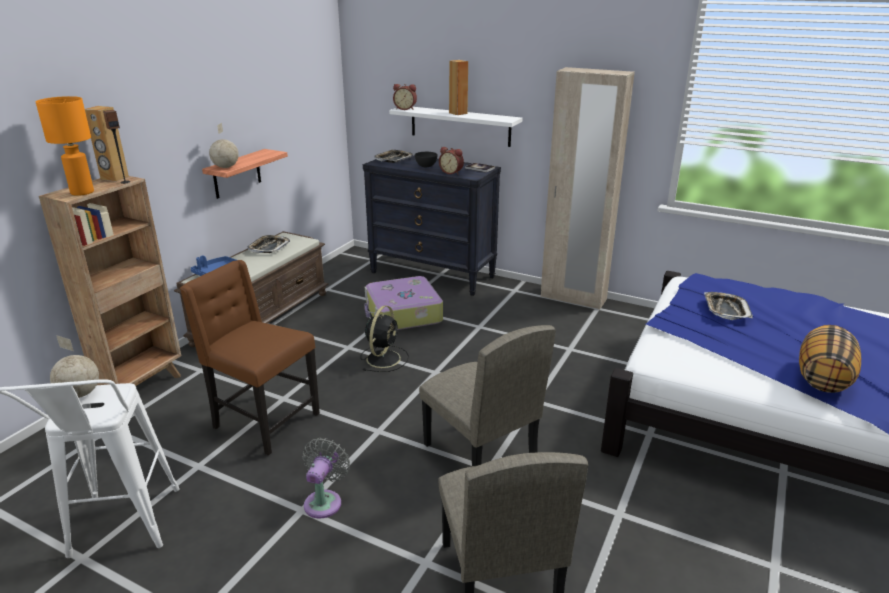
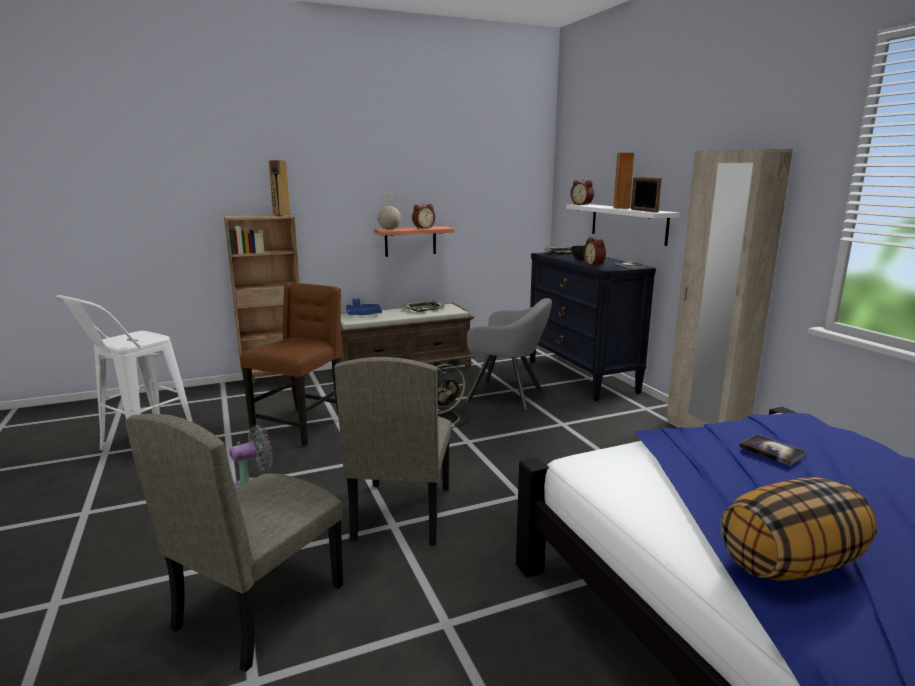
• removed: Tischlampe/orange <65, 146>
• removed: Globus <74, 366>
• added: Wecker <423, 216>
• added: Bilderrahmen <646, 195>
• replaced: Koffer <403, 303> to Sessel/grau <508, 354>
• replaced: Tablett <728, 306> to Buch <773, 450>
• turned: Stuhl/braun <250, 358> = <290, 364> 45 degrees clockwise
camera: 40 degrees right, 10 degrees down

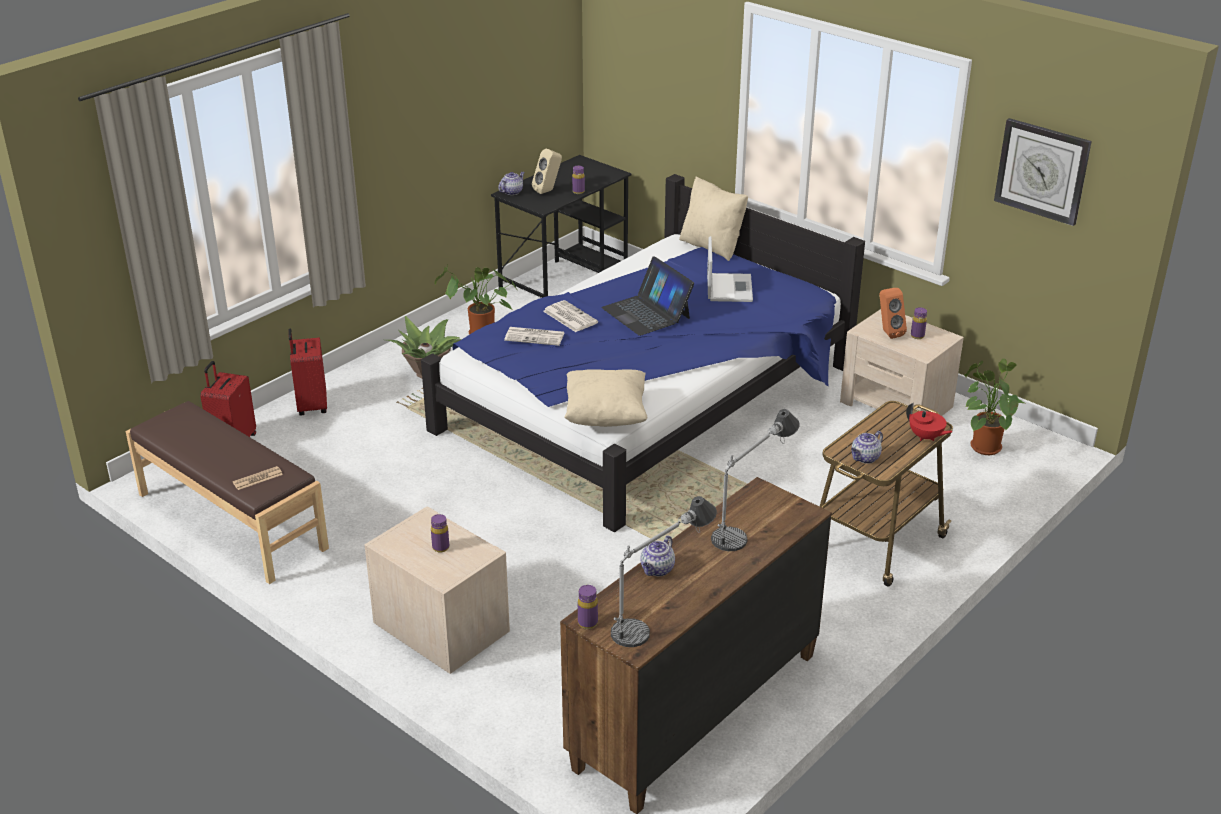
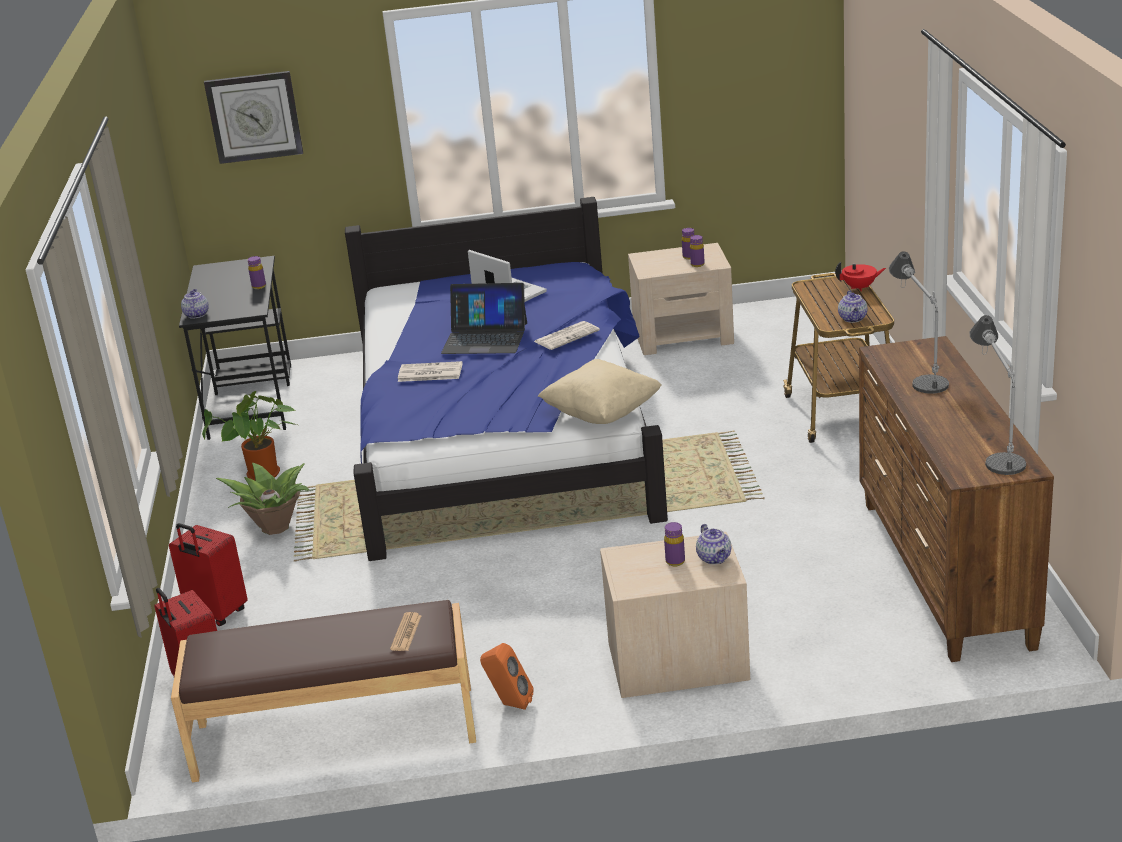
• removed: Lautsprecher/beige <547, 171>
• removed: Kissen/beige <713, 218>
• removed: Topfpflanze <995, 407>
• moved: Zeitung <534, 336> to <567, 335>
• moved: Flasche/lila <588, 607> to <697, 251>
• moved: Teekanne <657, 555> to <714, 544>
• moved: Lautsprecher/orange <893, 313> to <507, 676>
• moved: Wanduhr <1043, 172> to <253, 117>
camera: 45 degrees left, 5 degrees down

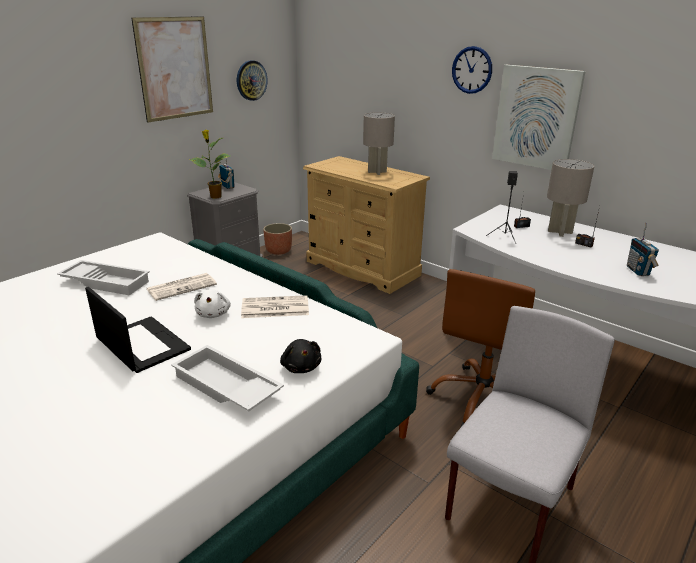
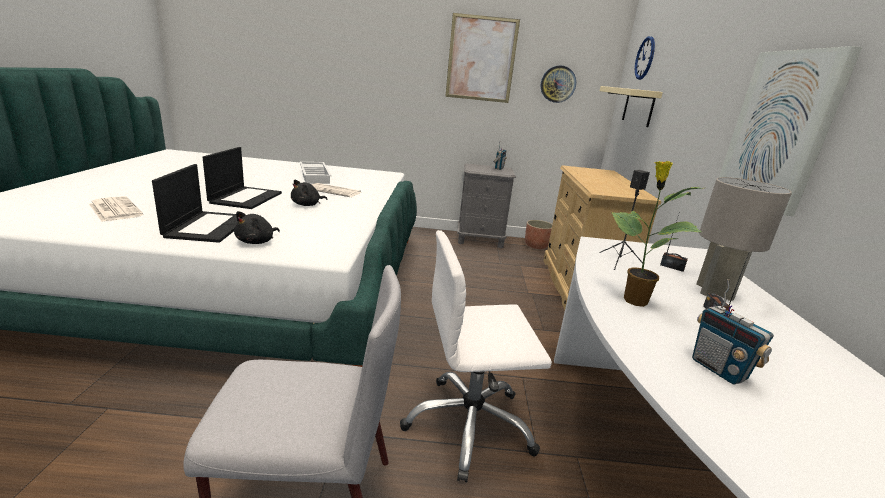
• removed: Tischlampe/grau <379, 143>
• added: Wandregal/beige <631, 106>
• moved: Topfpflanze <209, 164> to <657, 234>
• moved: Zeitung <275, 306> to <116, 209>
• moved: Wanduhr <472, 70> to <645, 58>
• replaced: Tablett/weiß <227, 378> to Laptop <195, 203>
• recoloured: Plüschtier/weiß <212, 303> to Plüschtier/schwarz <309, 193>
• recoloured: Bürostuhl/braun <480, 348> to Bürostuhl/weiß <476, 356>
• turned: Radio <643, 249> = <733, 332> 75 degrees counterclockwise
camera: 50 degrees right, 5 degrees down

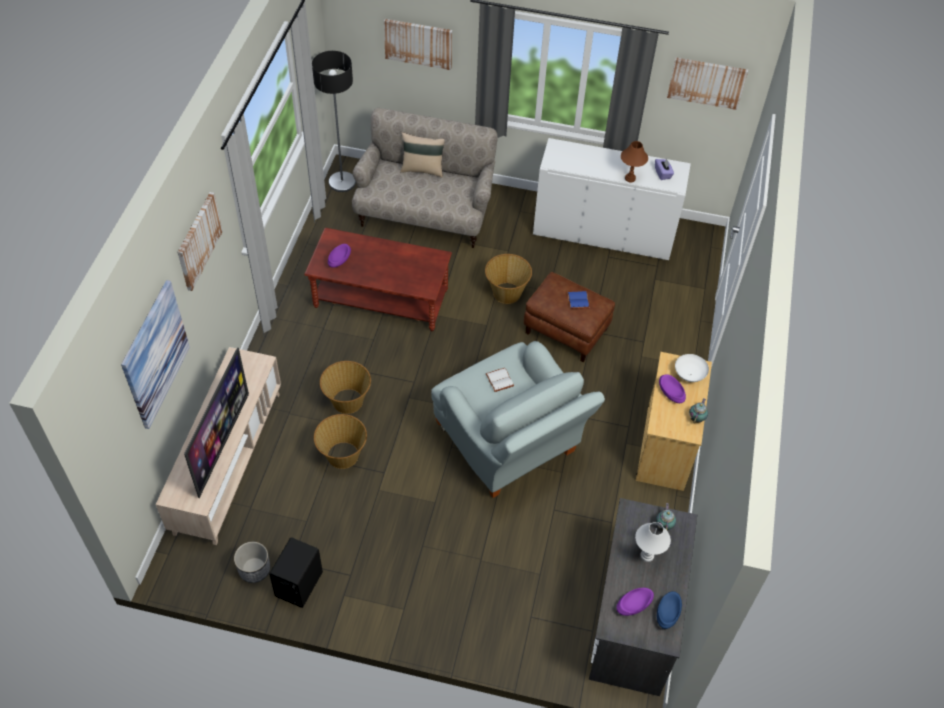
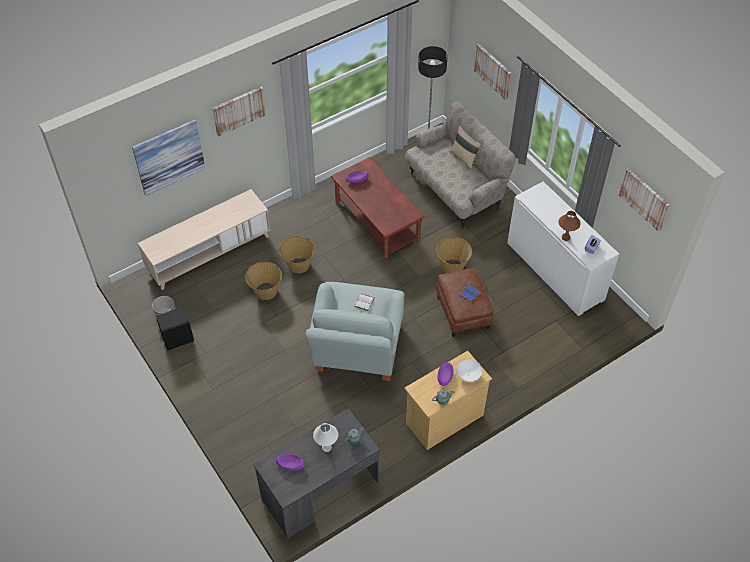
• removed: Fernseher <216, 423>
• removed: Schüssel/blau <669, 610>
camera: 45 degrees right, 0 degrees up

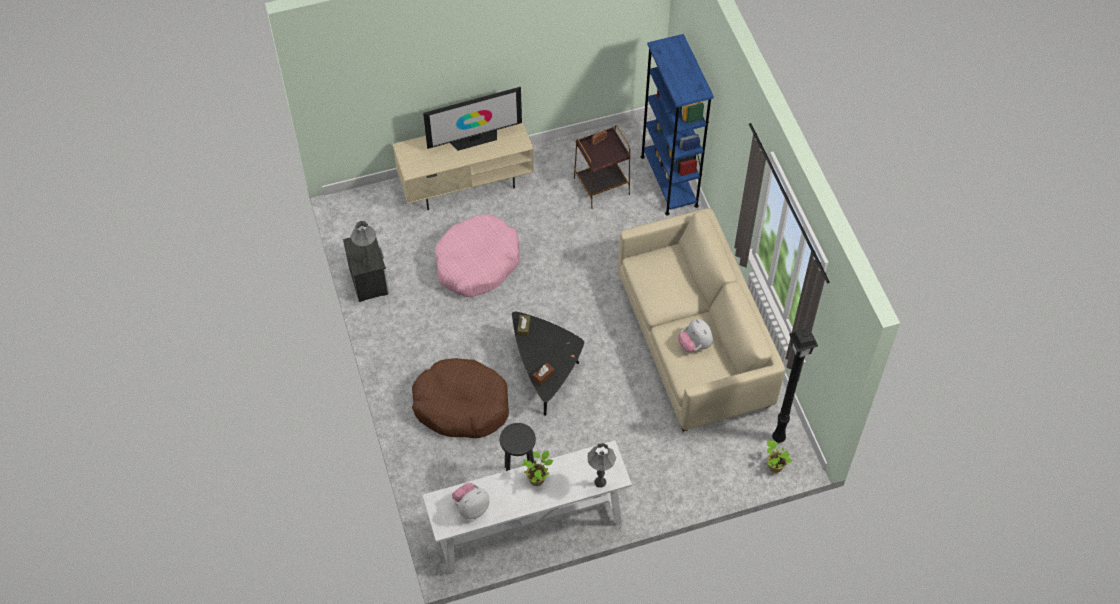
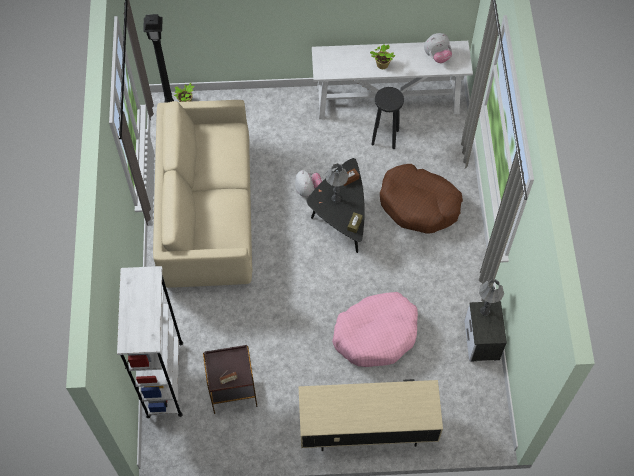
• removed: Fernseher <472, 119>
• moved: Tischlampe/grau <602, 465> to <337, 183>
• moved: Plüschtier <695, 335> to <308, 183>
• recoloured: Bücherregal/blau <677, 124> to Bücherregal/weiß <150, 342>
camera: 165 degrees left, 5 degrees up

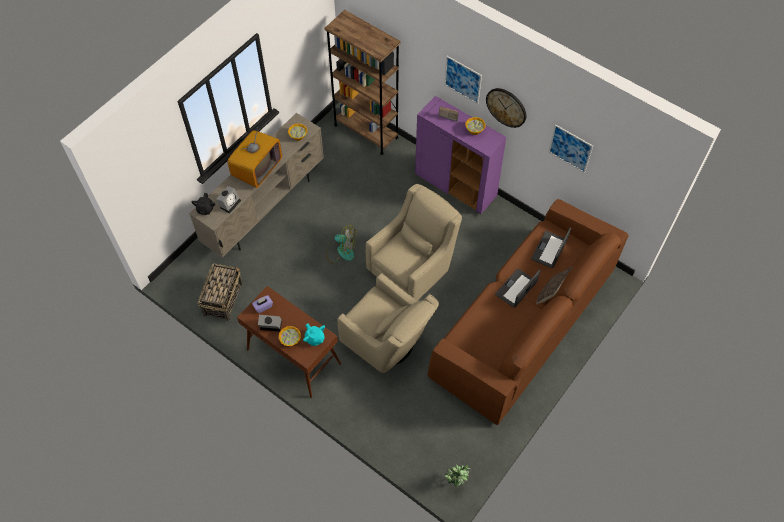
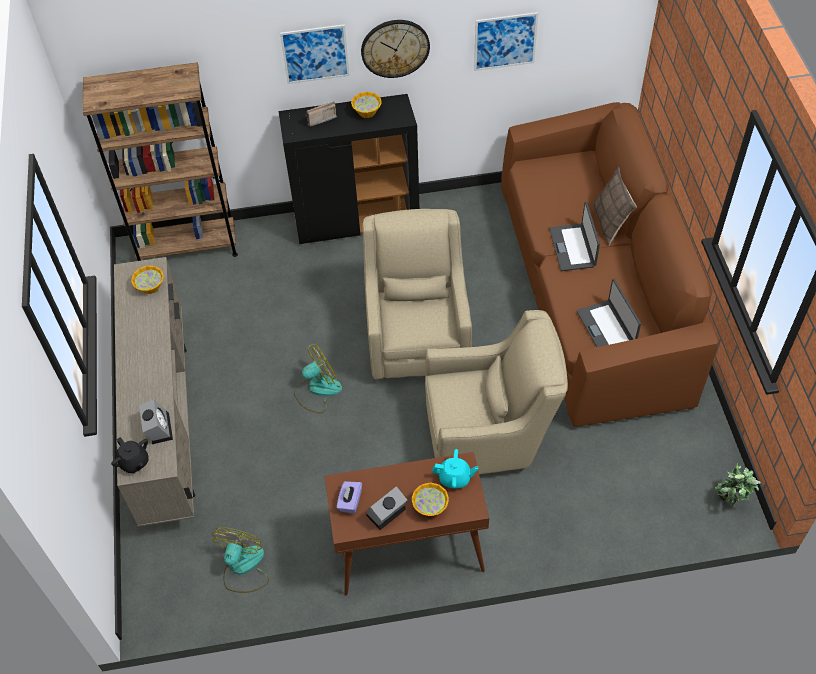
• removed: Fernseher <254, 157>
• moved: Laptop <551, 247> to <609, 313>
• replaced: Korb <220, 292> to Ventilator <240, 560>
• recoloured: Schrank/lila <460, 155> to Schrank/schwarz <349, 169>
camera: 45 degrees left, 5 degrees down

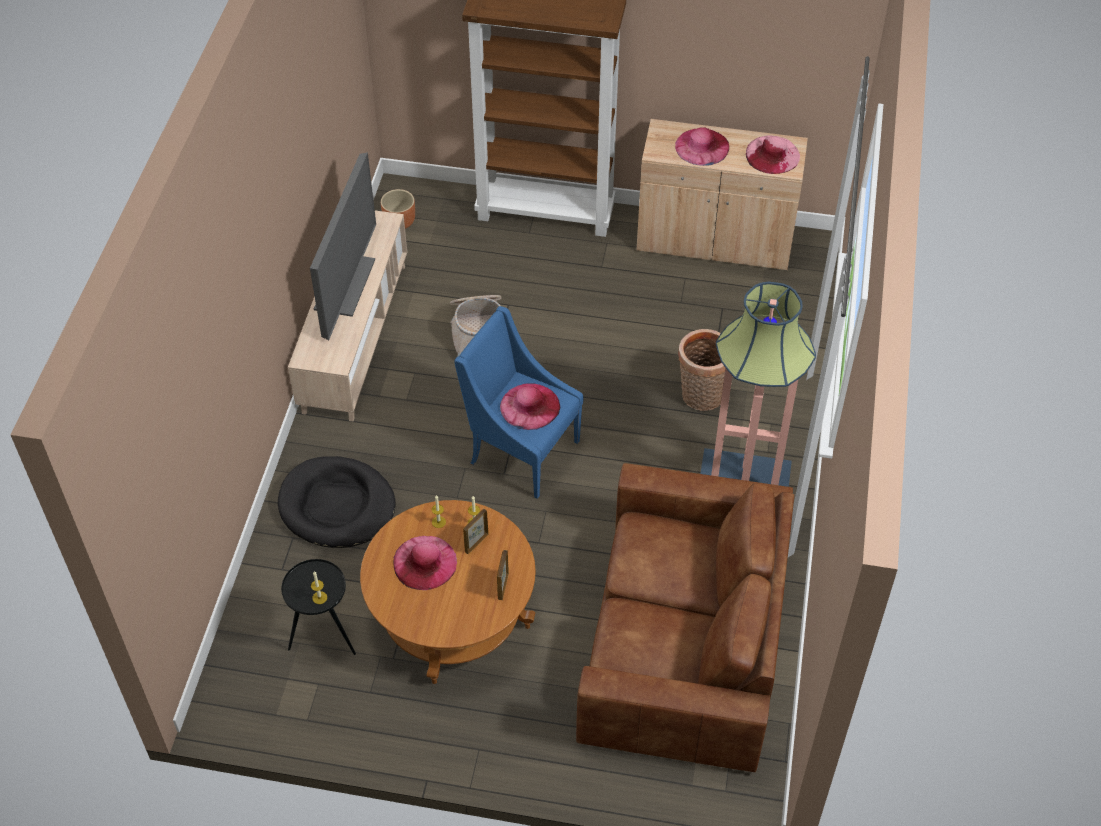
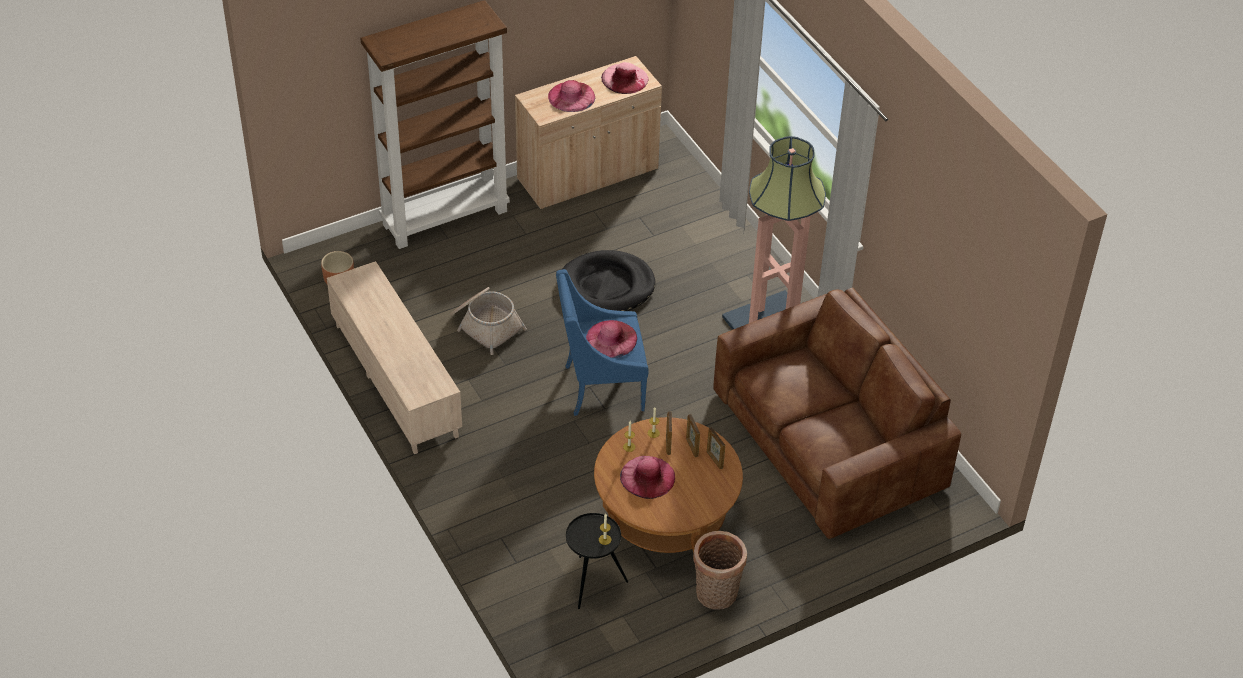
• removed: Fernseher <343, 246>
• added: Bilderrahmen <693, 435>
• moved: Hundebett/schwarz <337, 502> to <609, 280>
• moved: Korb <701, 370> to <720, 570>
camera: 40 degrees left, 5 degrees down

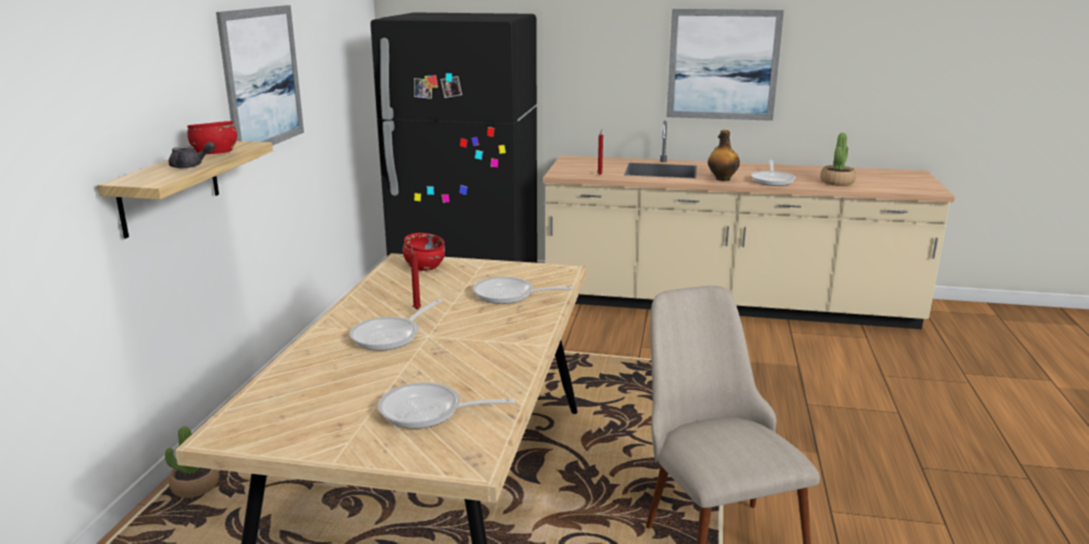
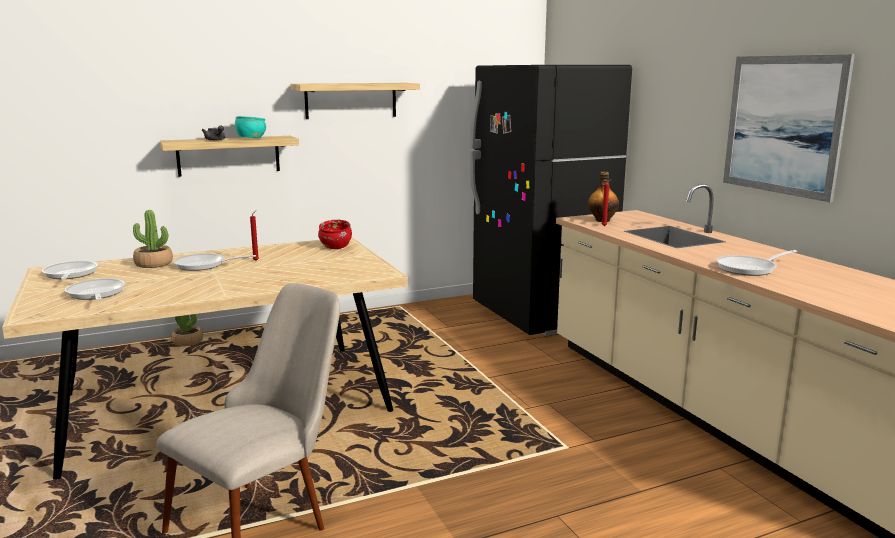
• moved: Pfanne <523, 290> to <70, 270>
• moved: Flasche <724, 155> to <603, 197>
• moved: Topfpflanze <838, 159> to <153, 239>
• replaced: Bild <260, 75> to Wandregal <355, 101>
• recoloured: Schüssel/rot <212, 137> to Schüssel/türkis <250, 127>
camera: 55 degrees right, 5 degrees down

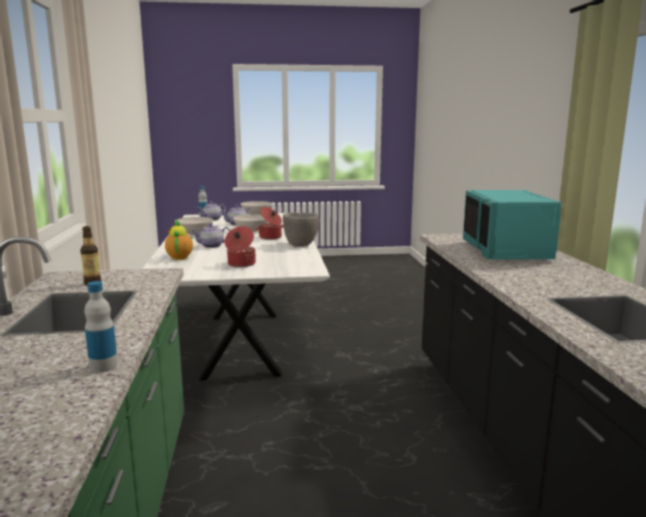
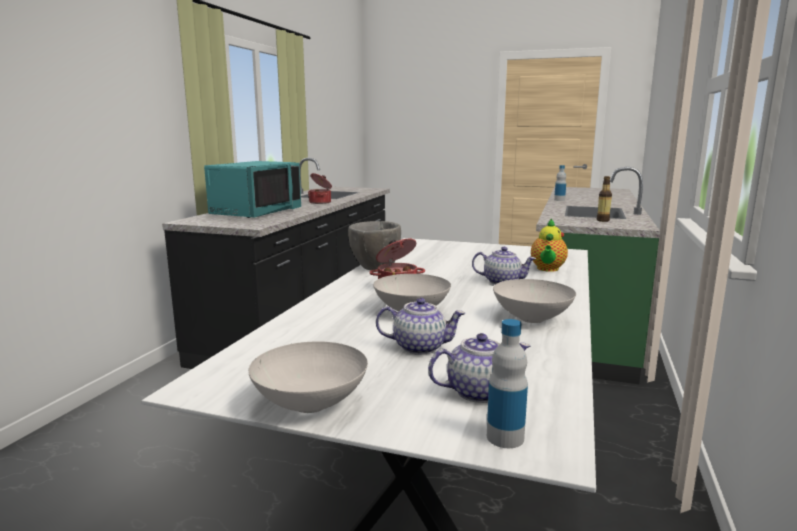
• moved: Kochtopf <240, 246> to <320, 188>
camera: 155 degrees left, 0 degrees up

